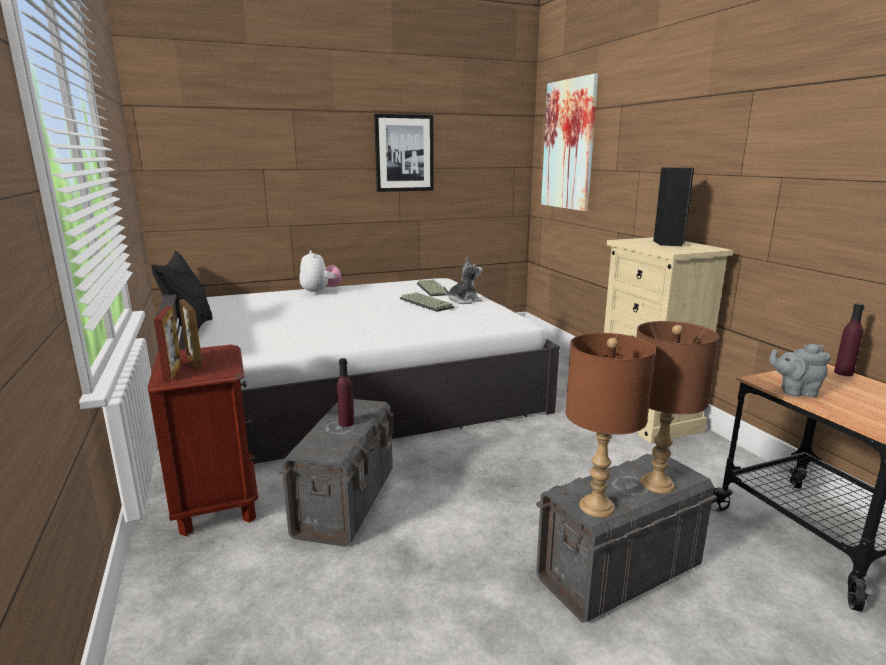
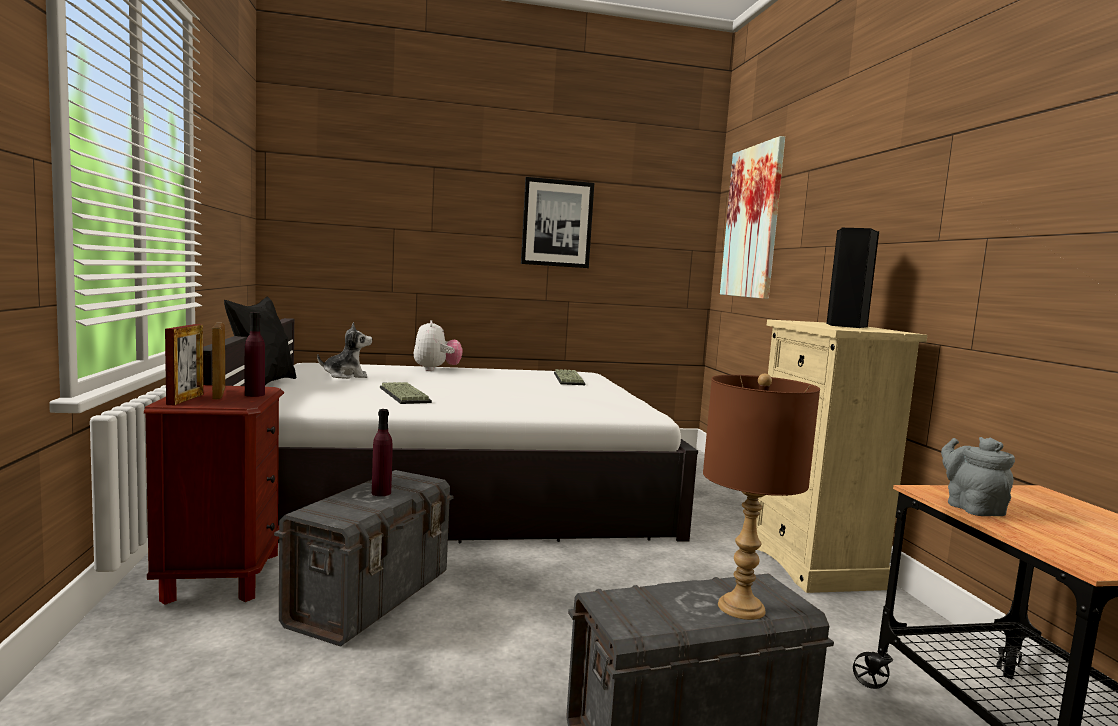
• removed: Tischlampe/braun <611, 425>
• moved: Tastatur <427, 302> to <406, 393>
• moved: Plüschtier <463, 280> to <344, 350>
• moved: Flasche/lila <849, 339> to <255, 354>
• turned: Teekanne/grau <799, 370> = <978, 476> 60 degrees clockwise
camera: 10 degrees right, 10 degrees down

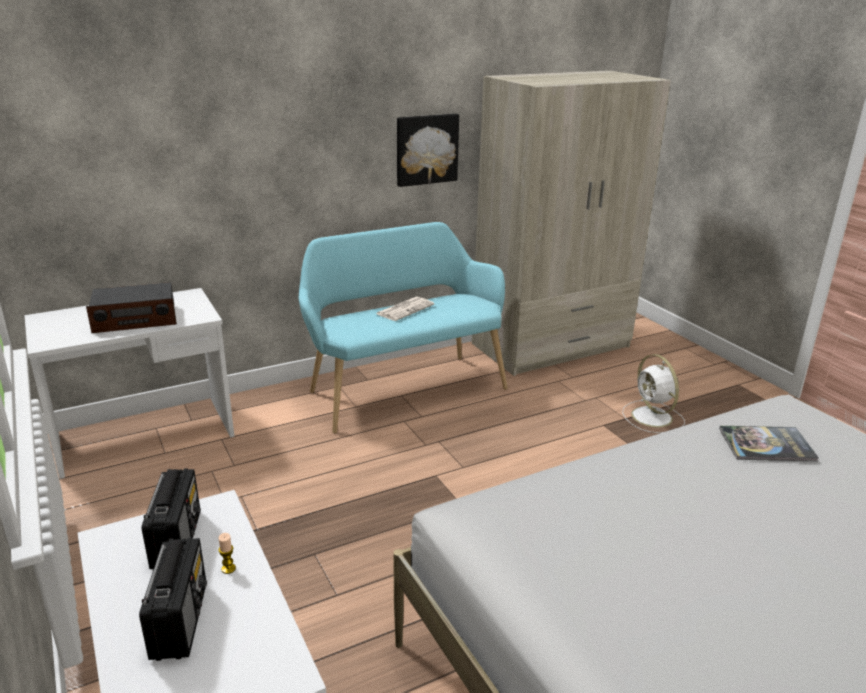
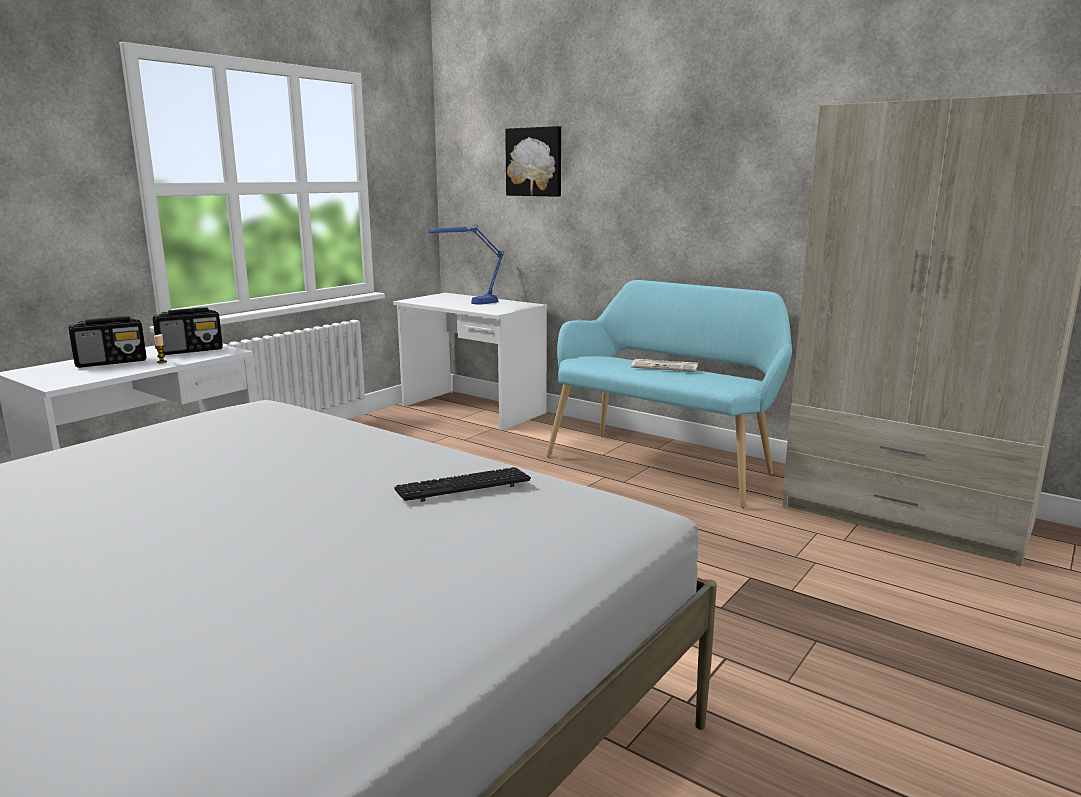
• removed: Ventilator/weiß <653, 393>
• moved: Bild <428, 150> to <533, 161>
• replaced: Radio <131, 307> to Tischlampe/blau <466, 264>
• replaced: Buch <769, 443> to Tastatur <462, 484>
camera: 65 degrees right, 10 degrees down

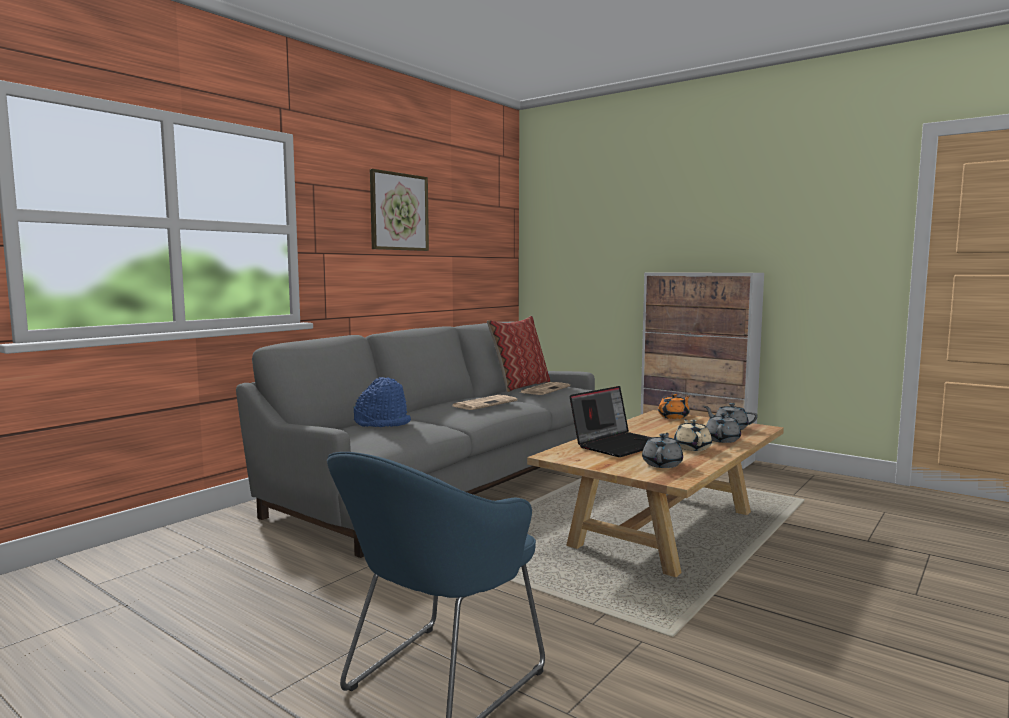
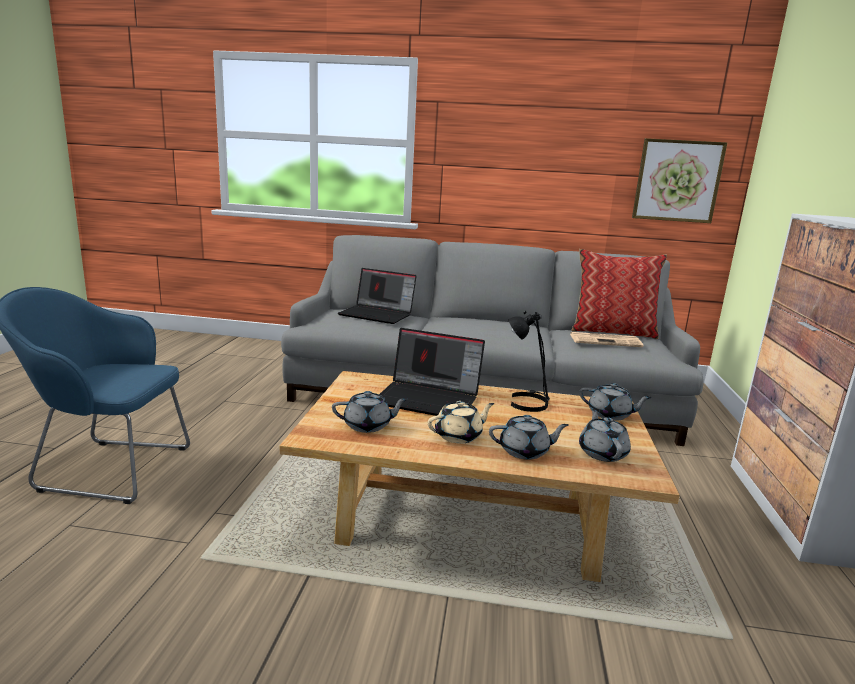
• removed: Zeitung <485, 402>
• added: Tischlampe/schwarz <529, 361>
• moved: Bild <399, 210> to <679, 180>
• replaced: Hut/blau <382, 402> to Laptop <377, 296>
• recoloured: Teekanne/orange <674, 406> to Teekanne/grau <615, 402>
camera: 60 degrees right, 10 degrees up

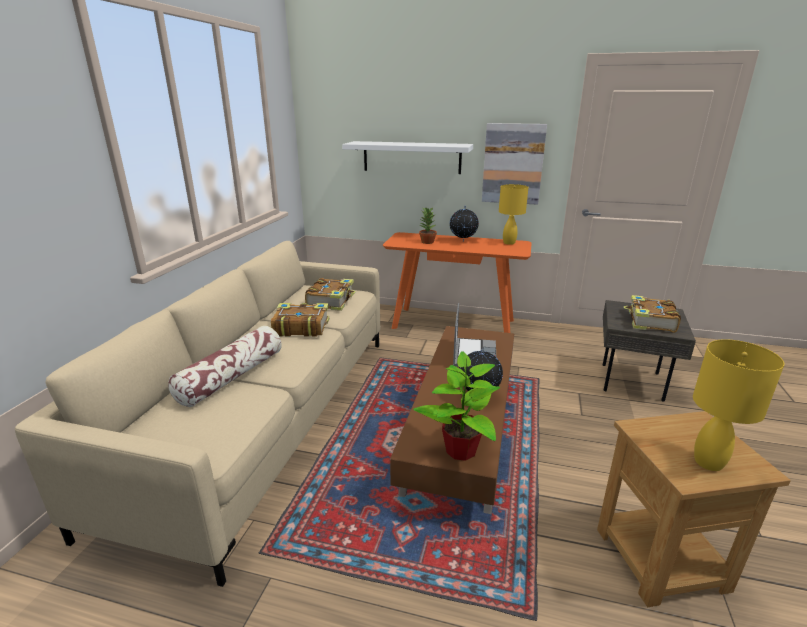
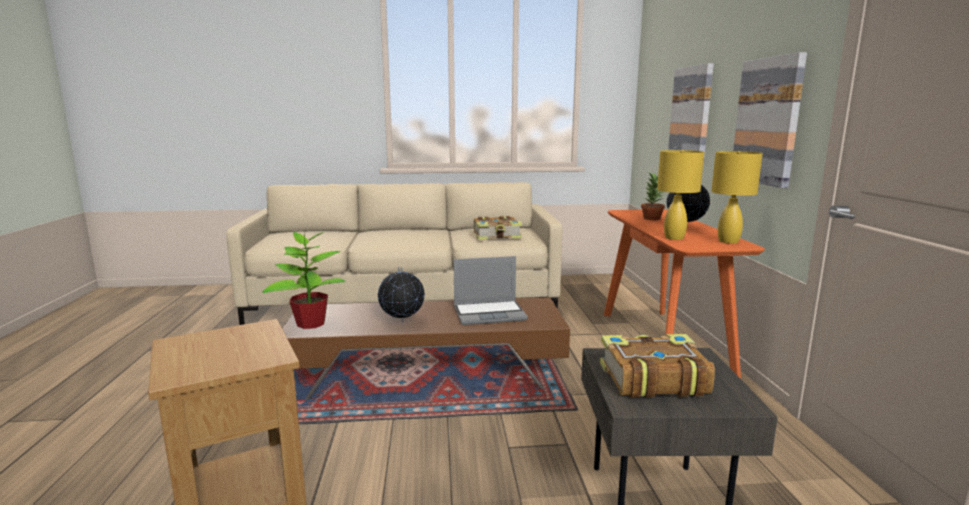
• removed: Kissen <225, 366>
• removed: Buch <300, 320>
• moved: Tischlampe/gelb <738, 405> to <680, 195>
• replaced: Wandregal/weiß <407, 157> to Bild <691, 114>
camera: 70 degrees right, 10 degrees down

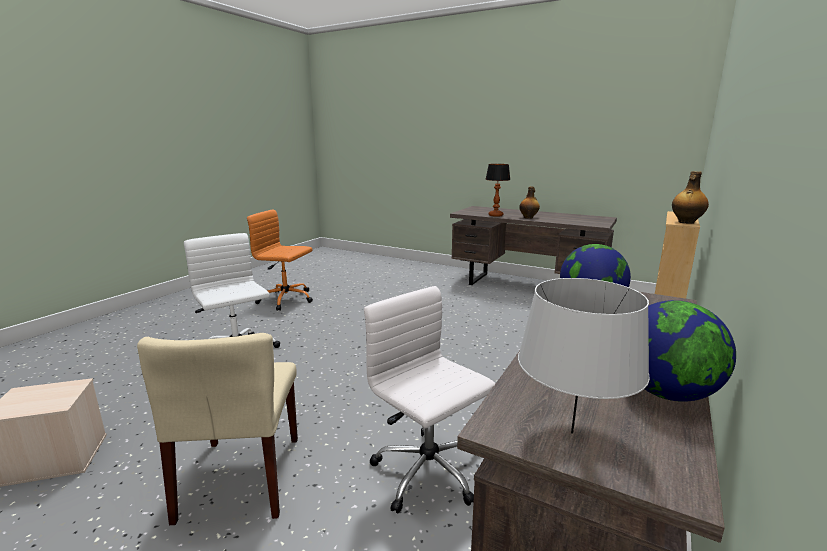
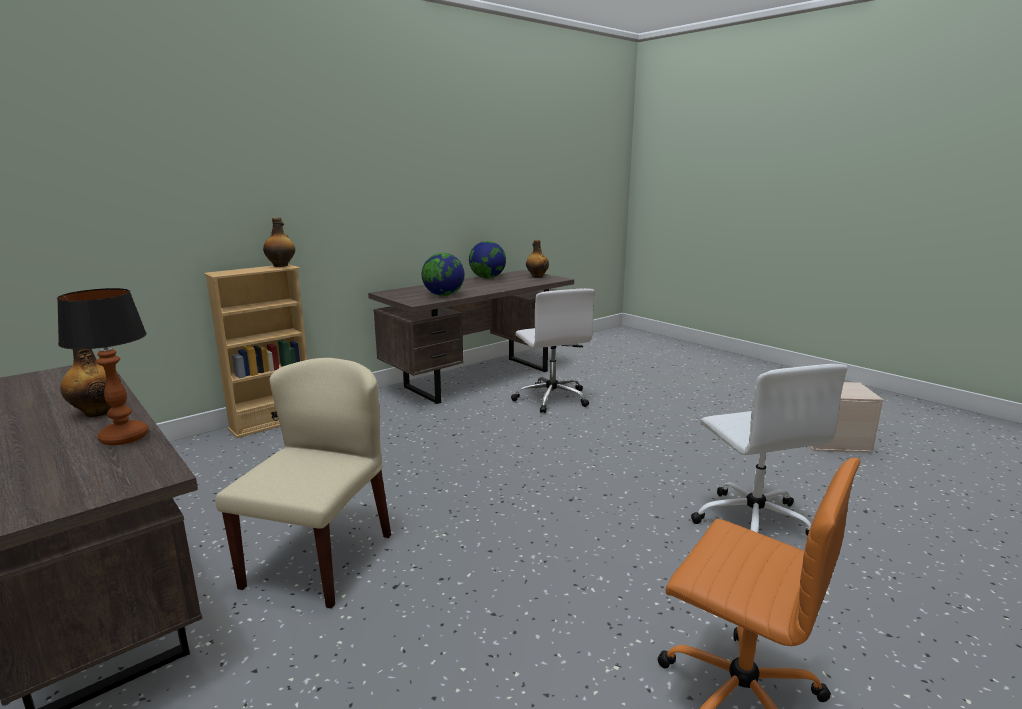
• moved: Stuhl/beige <217, 429> to <303, 483>
• replaced: Tischlampe/grau <584, 356> to Flasche <537, 259>
camera: 160 degrees left, 0 degrees up

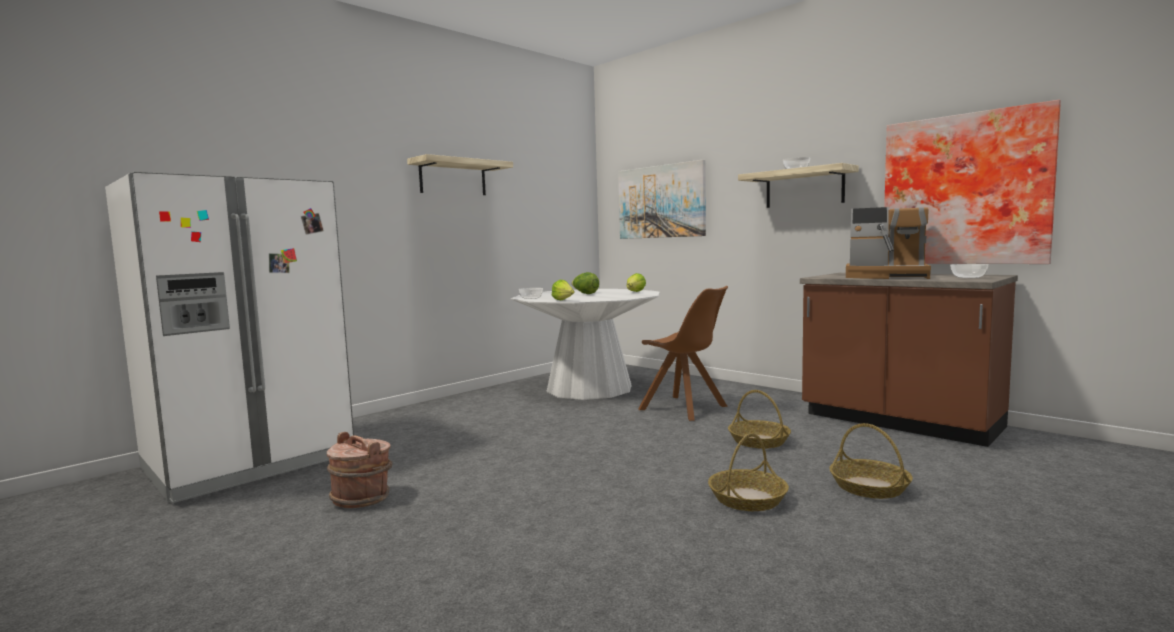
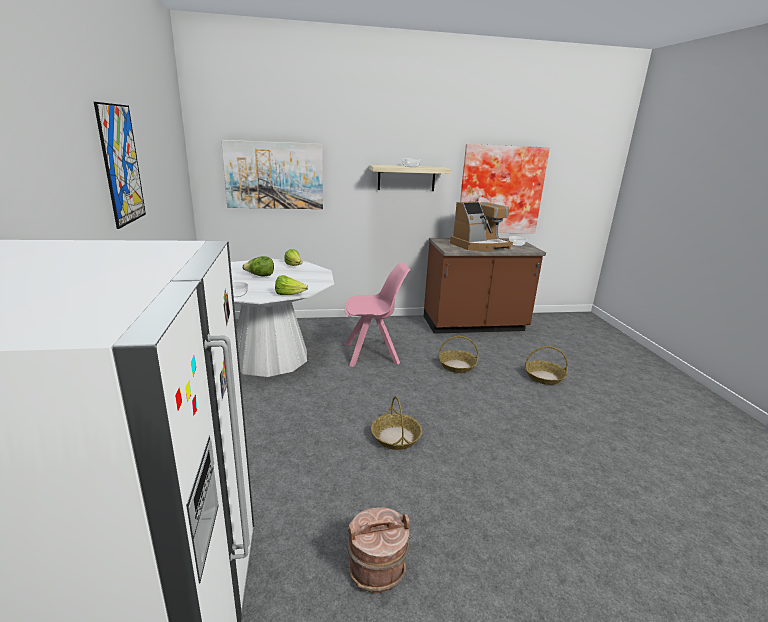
• moved: Korb <748, 472> to <396, 423>
• replaced: Wandregal <460, 174> to Bild <120, 165>
• recoloured: Stuhl/braun <683, 353> to Stuhl/rosa <377, 314>
camera: 55 degrees left, 15 degrees up

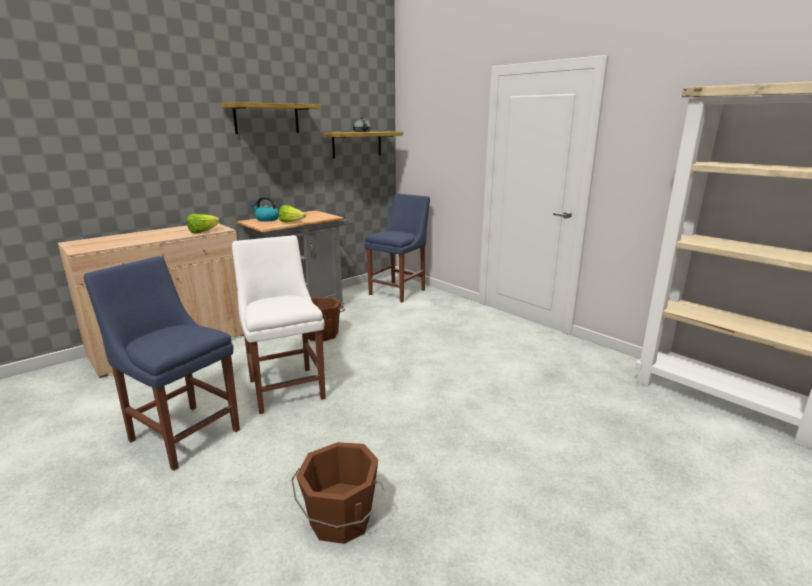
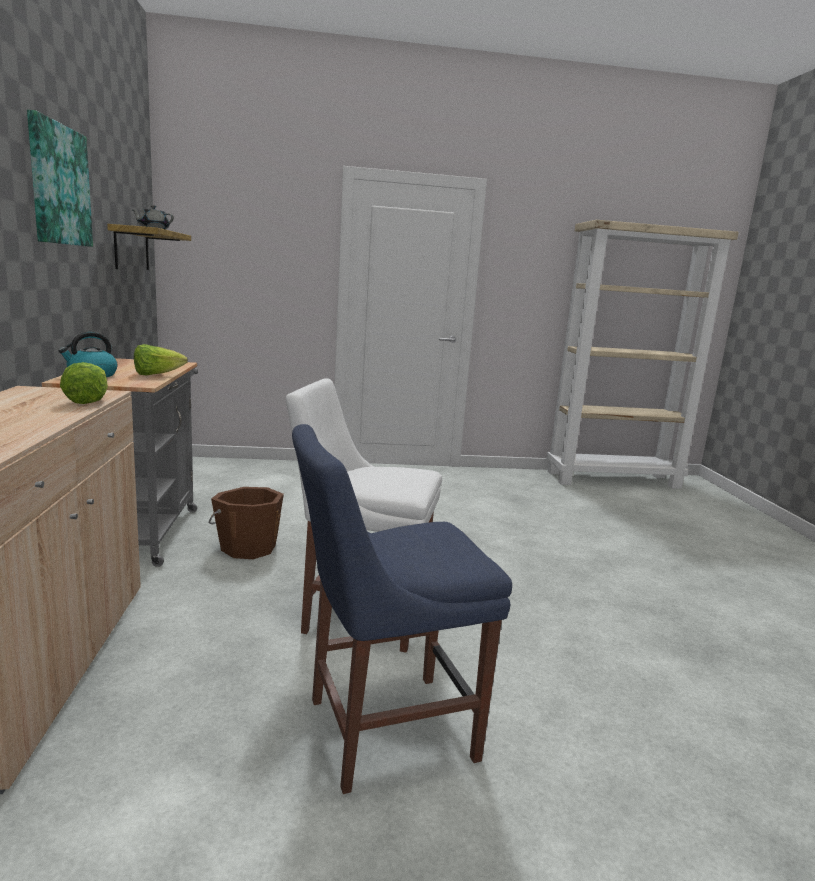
• removed: Eimer/braun <337, 493>
• removed: Stuhl/blau <397, 248>
• replaced: Wandregal <271, 118> to Bild <60, 178>
camera: 55 degrees left, 5 degrees down

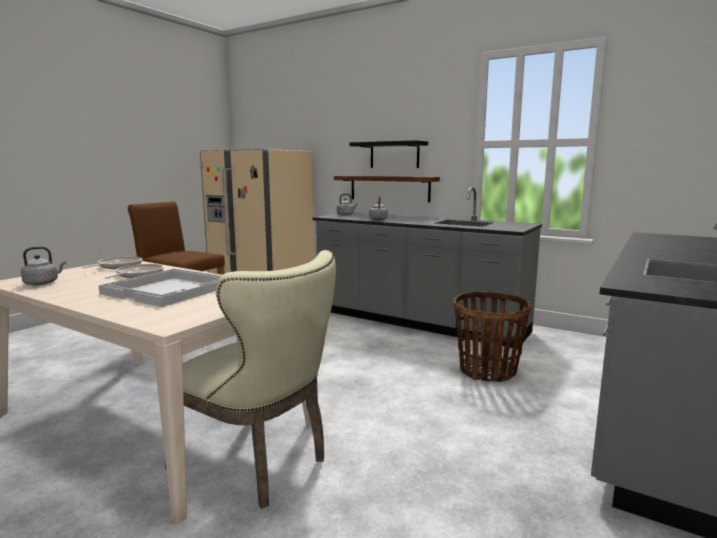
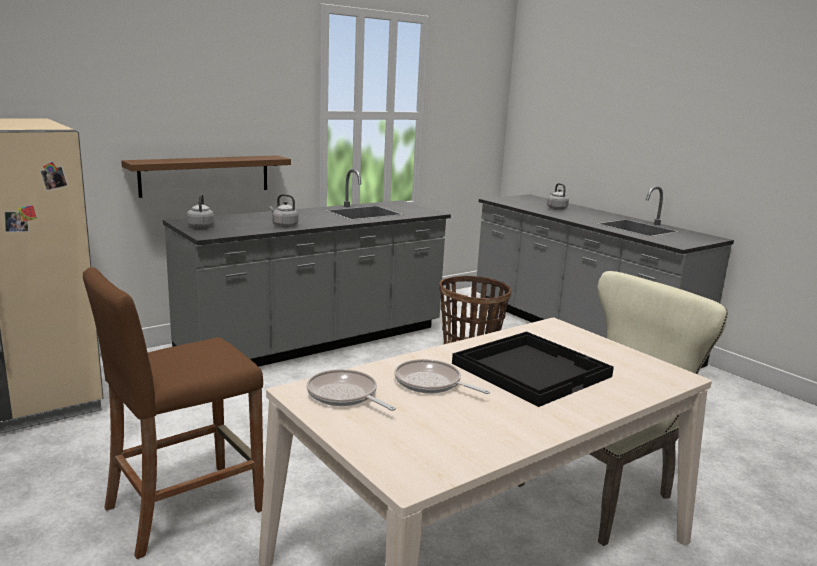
• removed: Wandregal/schwarz <389, 154>
• moved: Wasserkessel/grau <43, 266> to <558, 196>
• recoloured: Tablett/weiß <159, 288> to Tablett/schwarz <533, 369>
camera: 70 degrees left, 5 degrees up

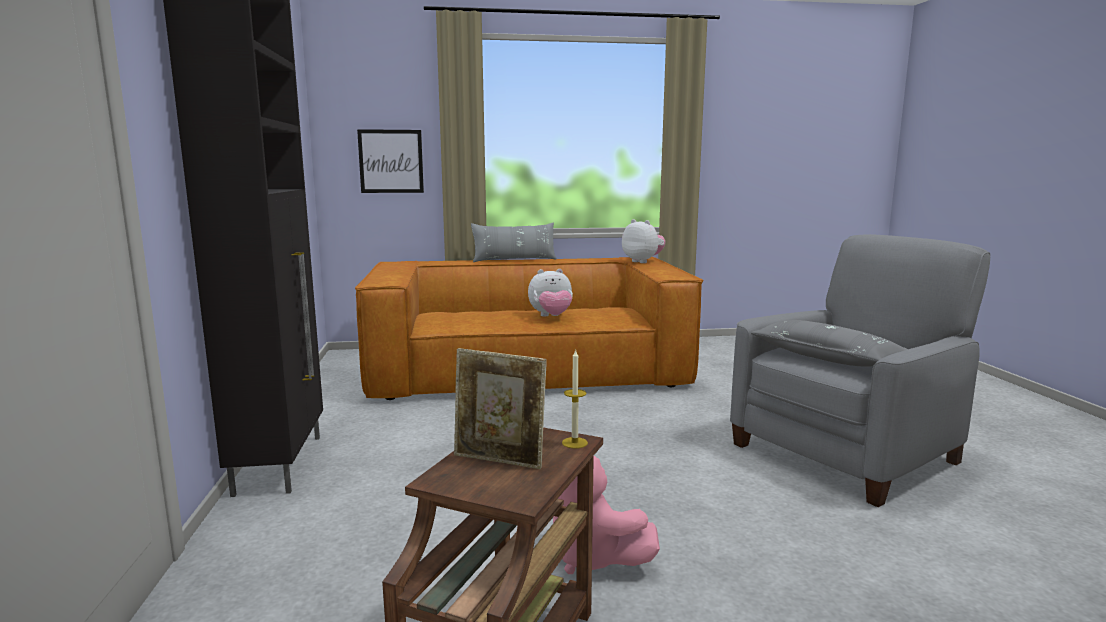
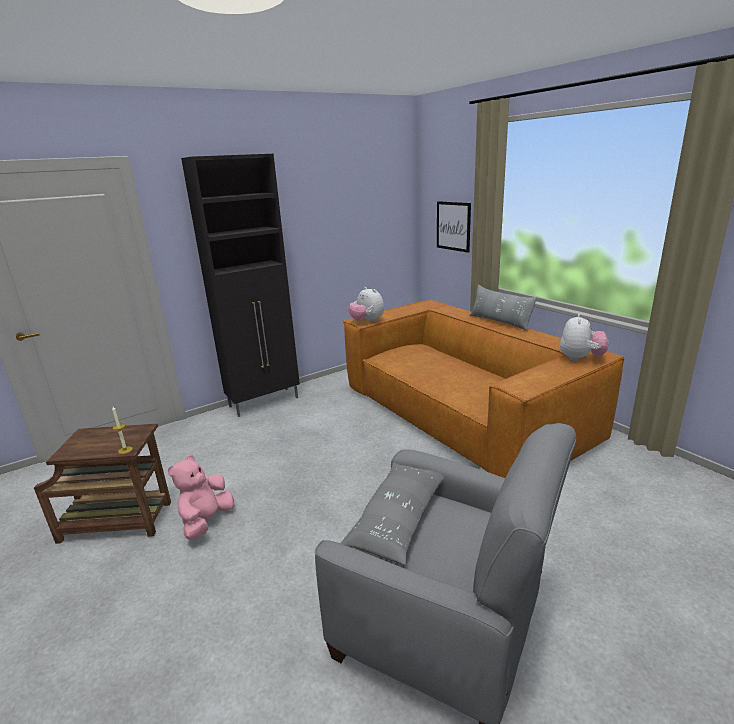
• removed: Bilderrahmen <500, 408>
• moved: Plüschtier <550, 293> to <366, 304>
camera: 65 degrees right, 10 degrees up

